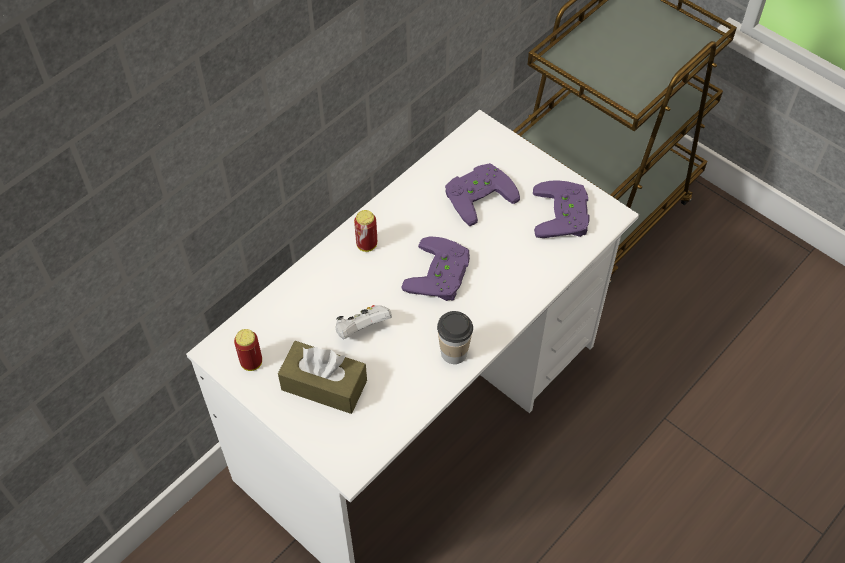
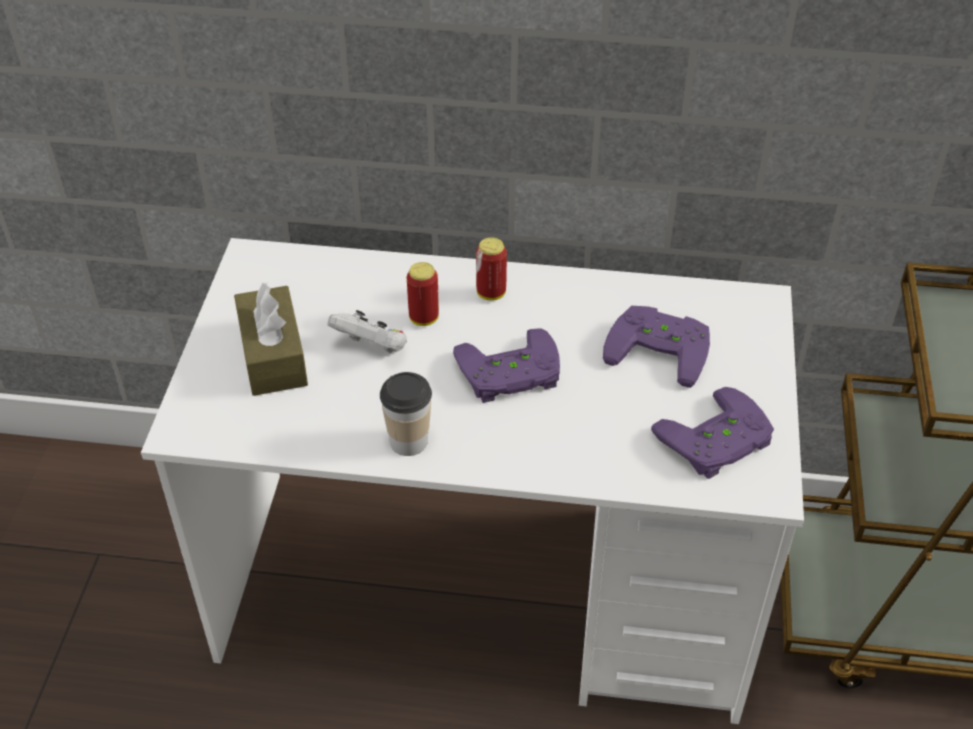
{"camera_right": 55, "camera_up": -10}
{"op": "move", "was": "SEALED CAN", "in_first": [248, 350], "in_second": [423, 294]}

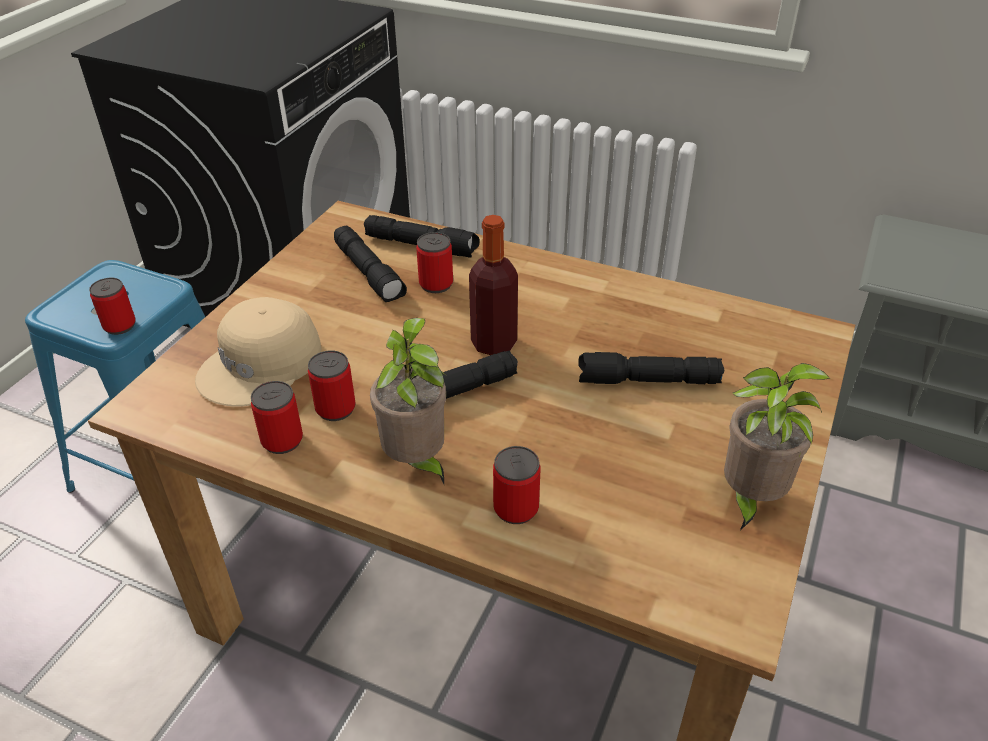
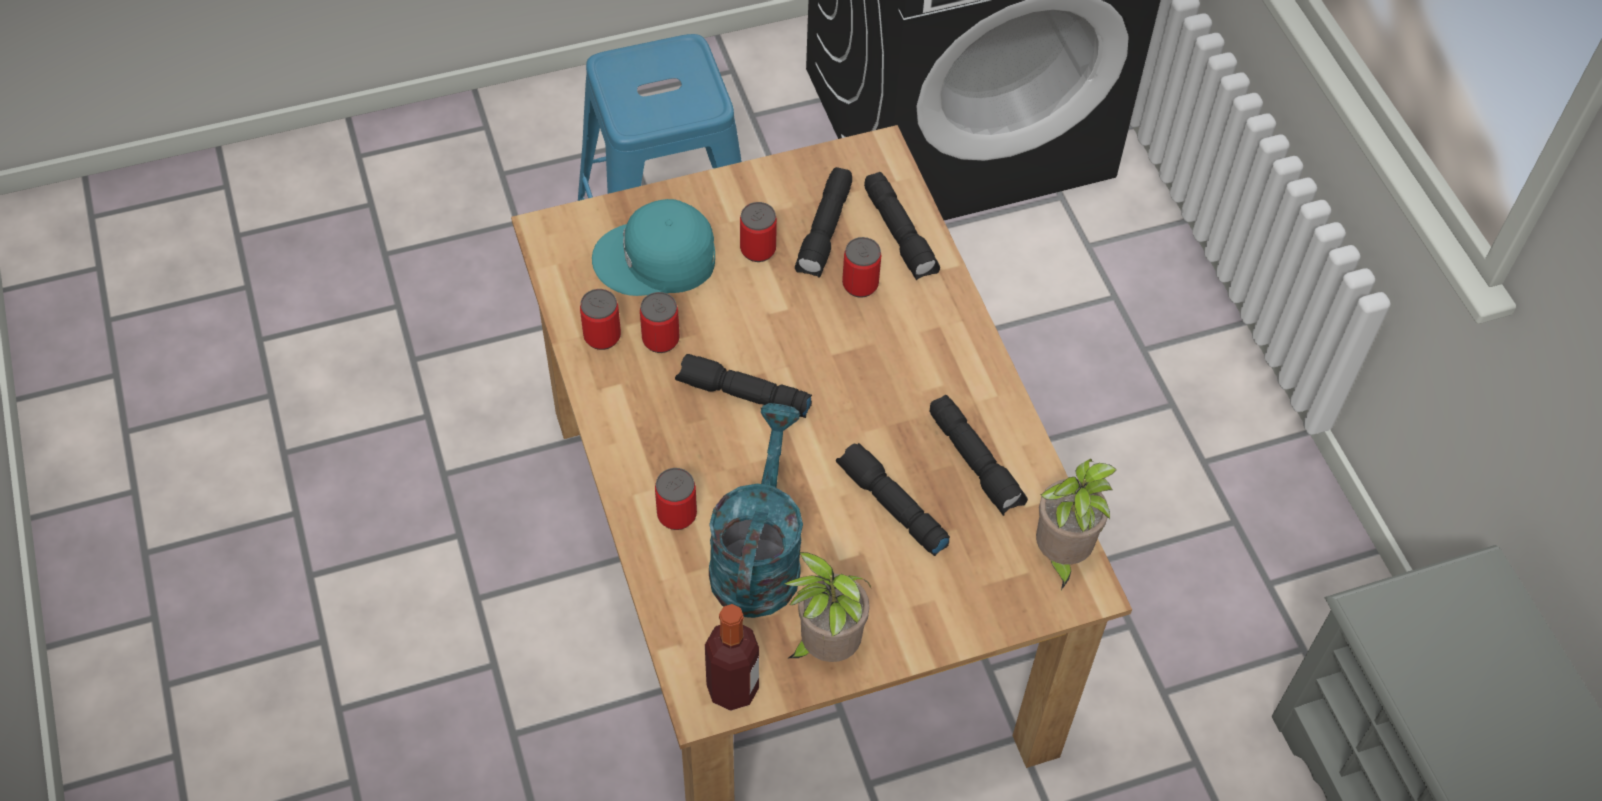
{"camera_right": 45, "camera_up": 15}
{"op": "recolor", "was": "BEIGE-COLOURED PEAKED CAP", "now": "TURQUOISE PEAKED CAP", "in_first": [258, 351], "in_second": [653, 247]}
{"op": "move", "was": "BEVERAGE BOTTLE", "in_first": [493, 285], "in_second": [732, 657]}
{"op": "insert", "now": "TURQUOISE WATERING CAN", "in_second": [756, 510]}
{"op": "move", "was": "SEALED CAN", "in_first": [112, 306], "in_second": [758, 232]}
{"op": "insert", "now": "BLACKISH FLASHLIGHT", "in_second": [979, 455]}
{"op": "move", "was": "POTTED PLANT", "in_first": [408, 401], "in_second": [1076, 524]}

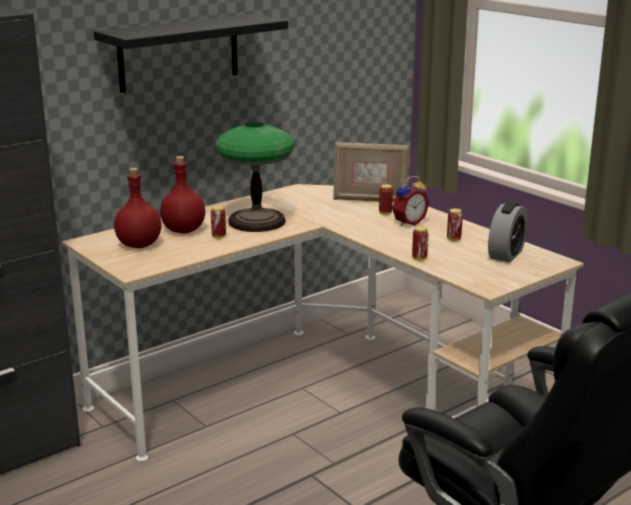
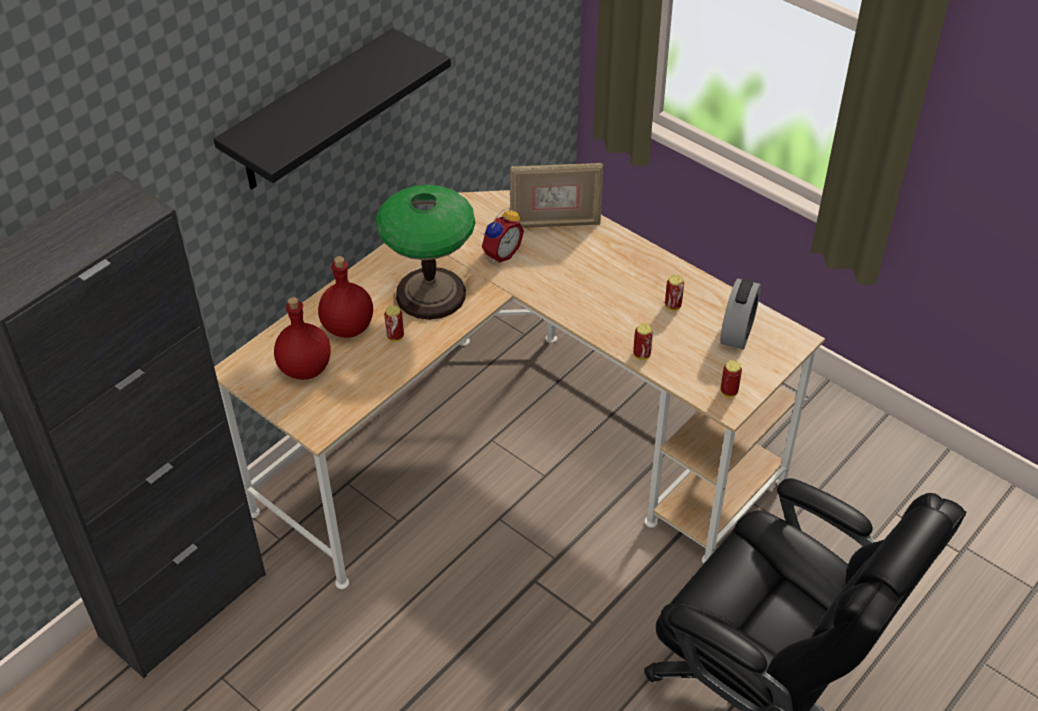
{"camera_right": -10, "camera_up": 25}
{"op": "move", "was": "ALARM CLOCK", "in_first": [410, 201], "in_second": [502, 235]}
{"op": "move", "was": "SEALED CAN", "in_first": [386, 199], "in_second": [731, 378]}

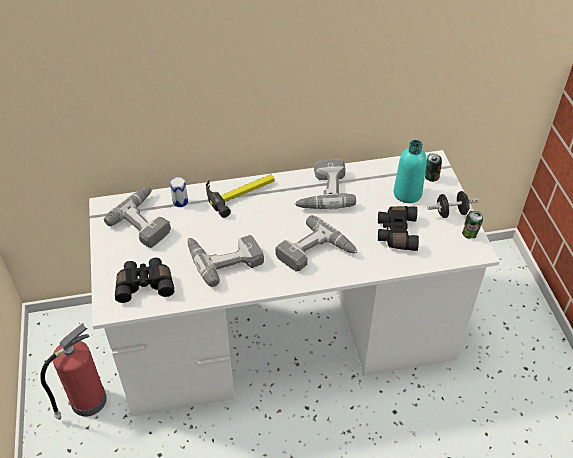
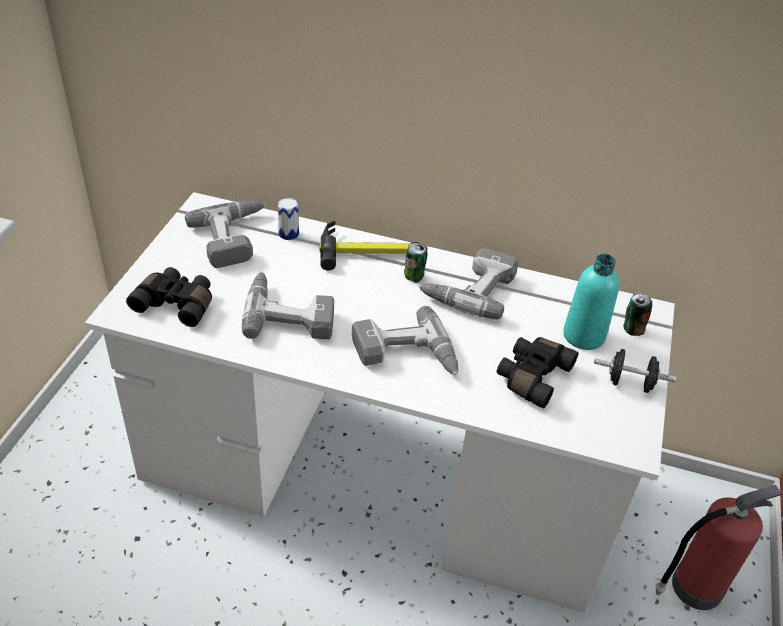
{"camera_right": 25, "camera_up": -5}
{"op": "move", "was": "SEALED CAN", "in_first": [472, 225], "in_second": [415, 262]}
{"op": "move", "was": "FIRE-FIGHTING CYLINDER", "in_first": [73, 372], "in_second": [719, 547]}

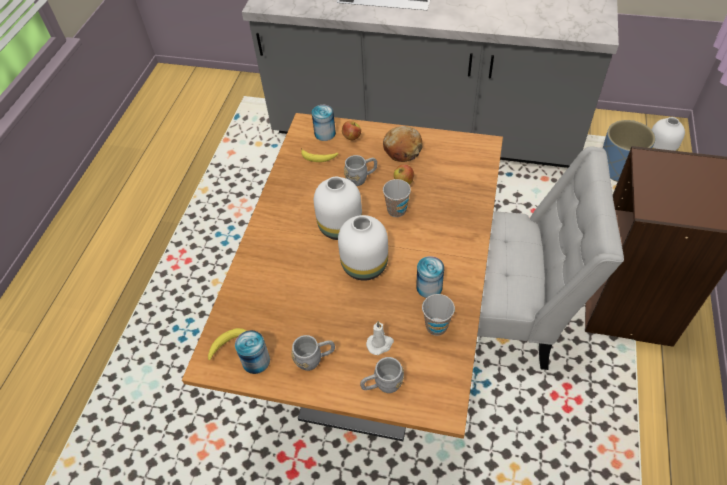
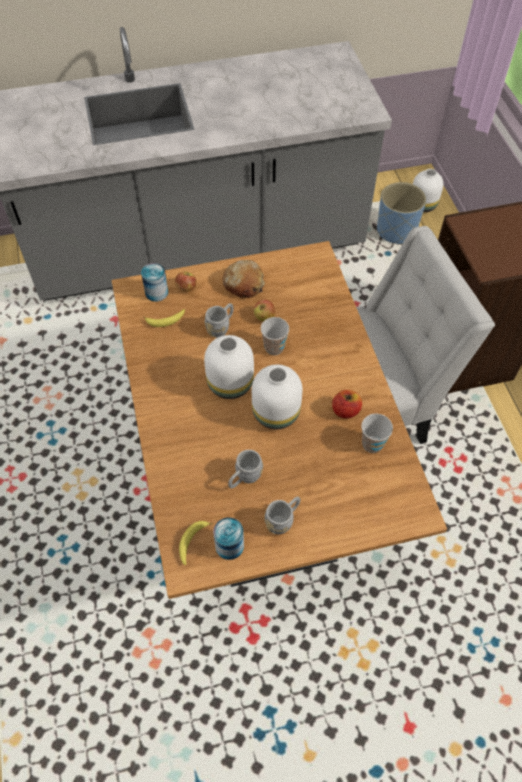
{"camera_right": -30, "camera_up": 5}
{"op": "move", "was": "GRAY TEA MUG", "in_first": [382, 375], "in_second": [245, 469]}
{"op": "replace", "was": "SEALED CAN", "now": "APPLE", "in_first": [430, 277], "in_second": [347, 404]}
{"op": "delete", "was": "WHITISH WAX CANDLE", "in_first": [380, 338]}

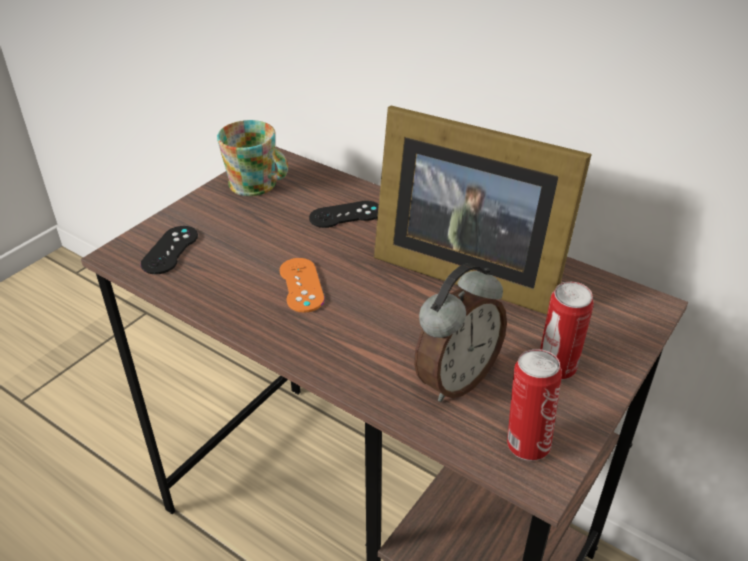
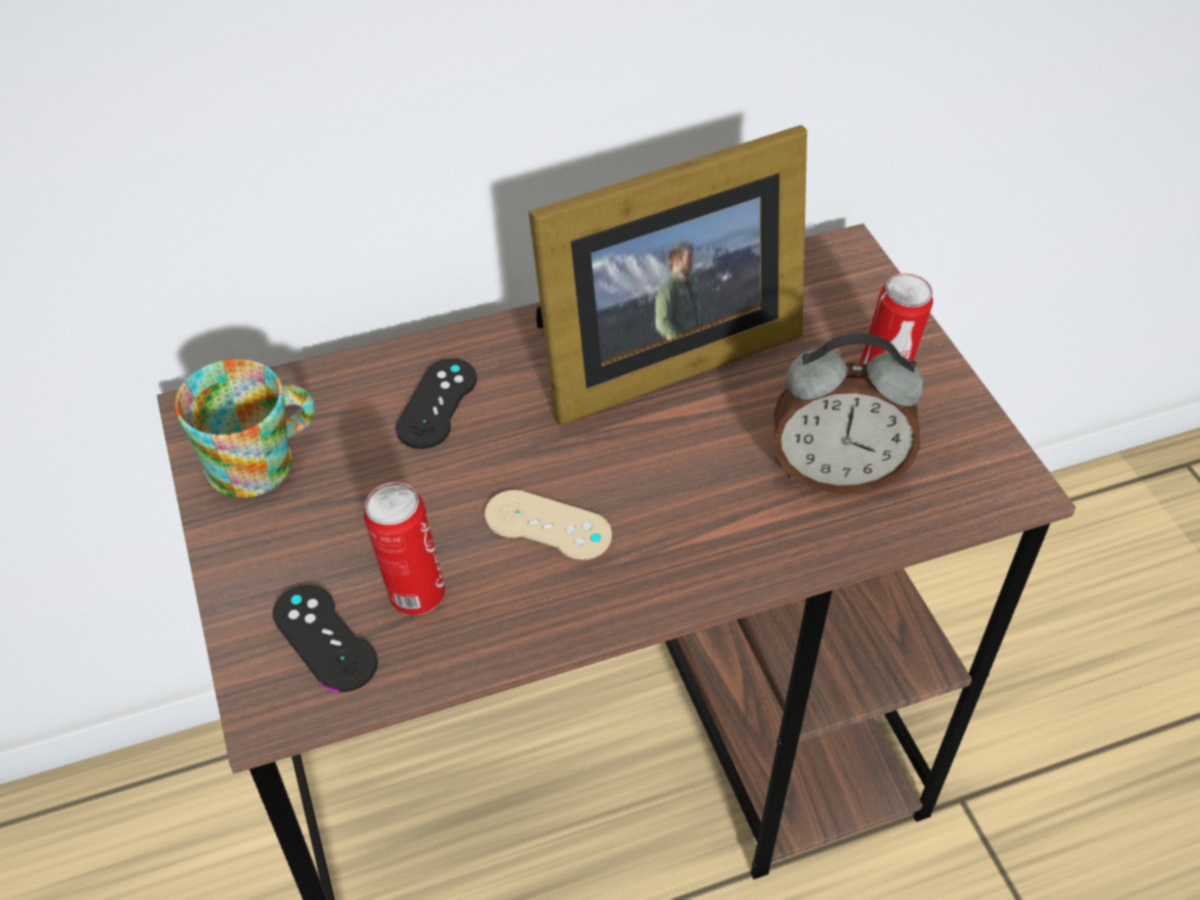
{"camera_right": -55, "camera_up": 10}
{"op": "move", "was": "SEALED CAN", "in_first": [534, 405], "in_second": [404, 548]}
{"op": "recolor", "was": "ORANGE GAMEPAD", "now": "BEIGE-COLOURED GAMEPAD", "in_first": [302, 285], "in_second": [548, 525]}
{"op": "rotate", "was": "ALARM CLOCK", "in_first": [460, 332], "in_second": [848, 413], "clockwise": 105}

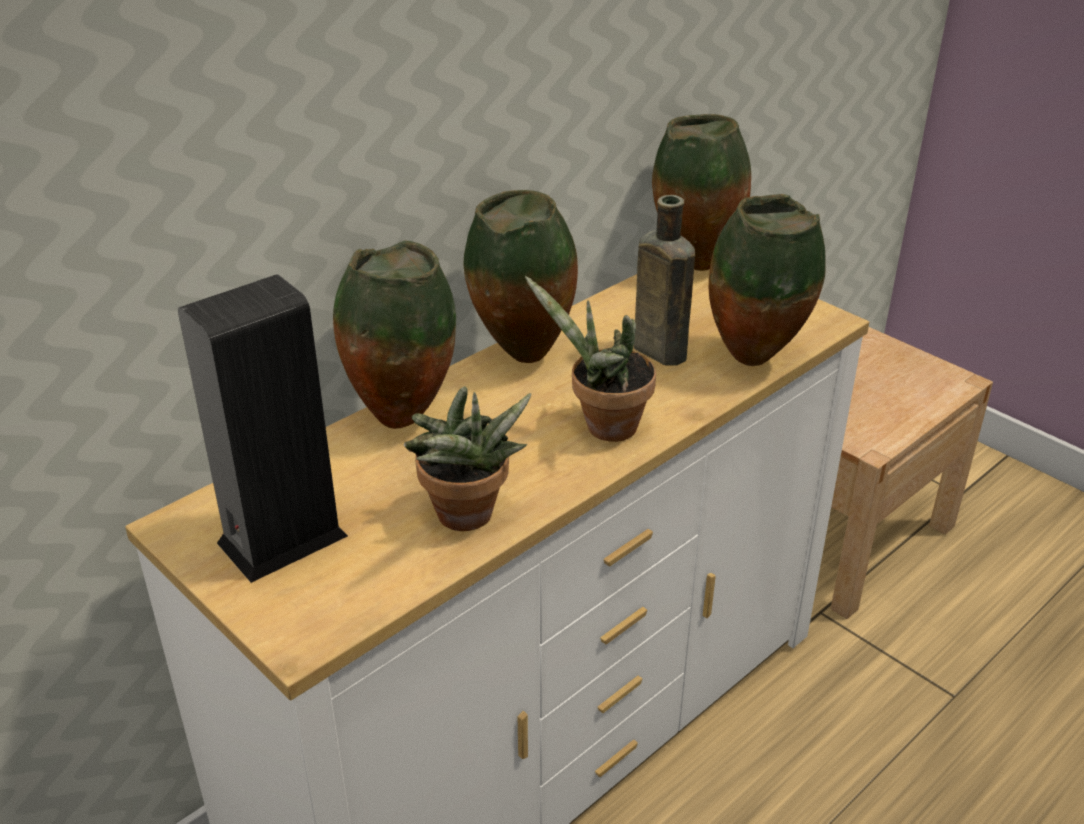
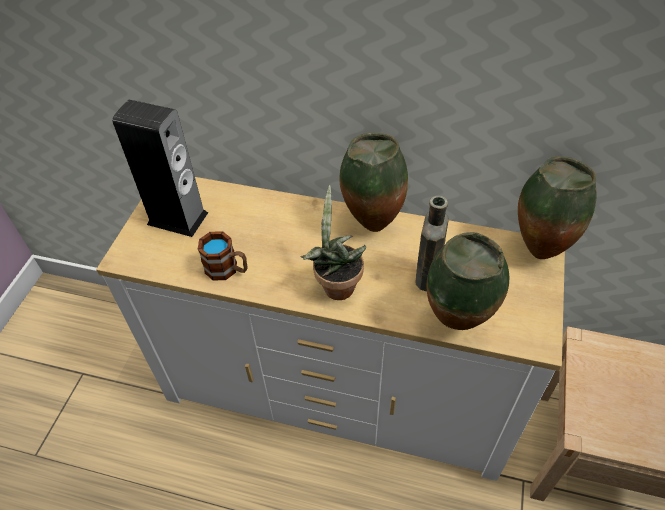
{"camera_right": 60, "camera_up": 15}
{"op": "replace", "was": "POTTED PLANT", "now": "TEA MUG", "in_first": [468, 458], "in_second": [223, 255]}
{"op": "delete", "was": "FLOWER VASE", "in_first": [394, 335]}

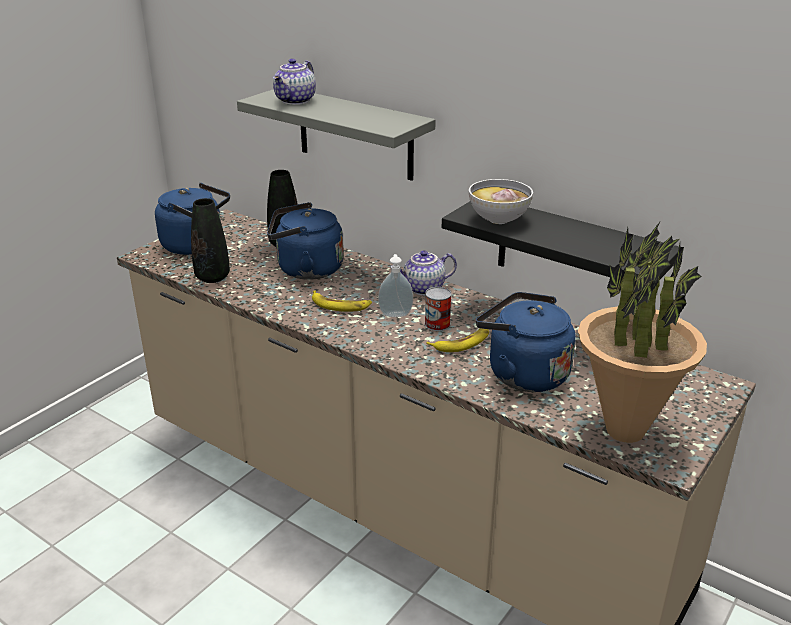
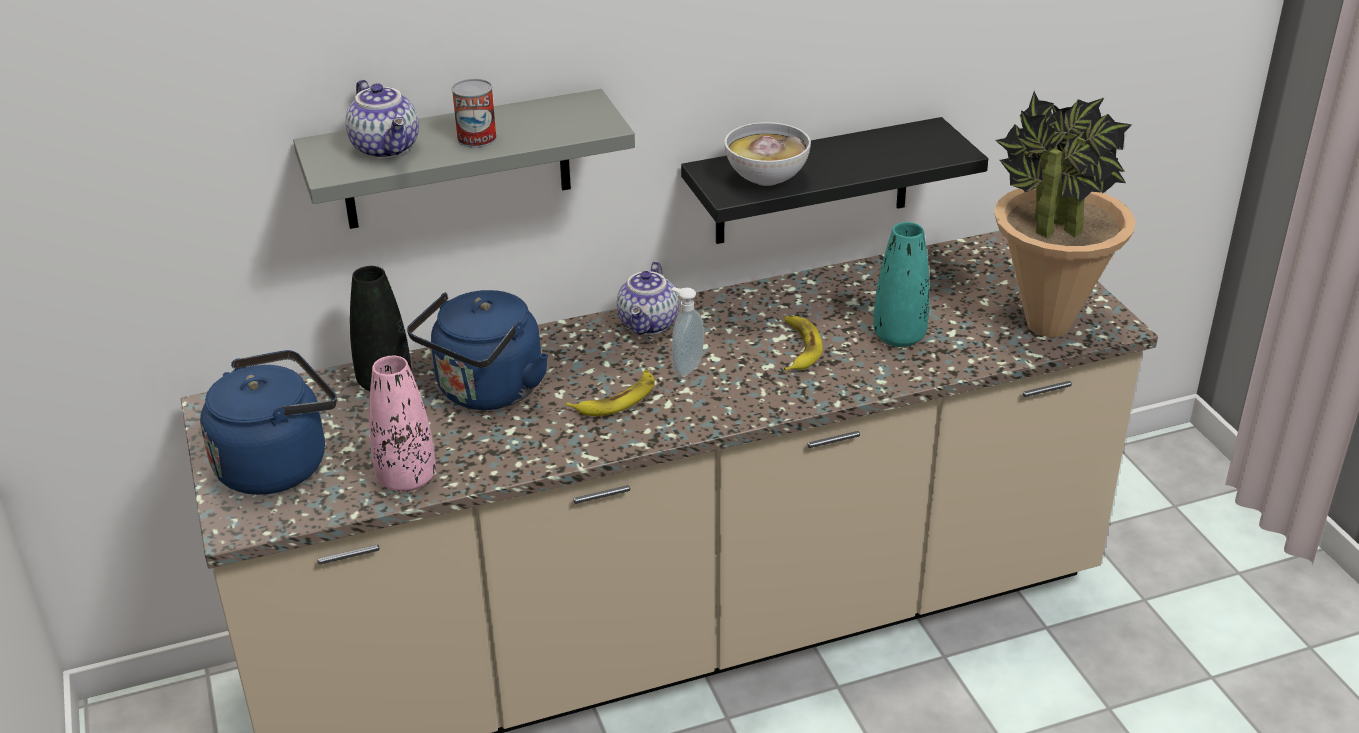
{"camera_right": -55, "camera_up": 5}
{"op": "recolor", "was": "BLACKISH FLOWER VASE", "now": "PINKISH FLOWER VASE", "in_first": [210, 240], "in_second": [402, 424]}
{"op": "move", "was": "SEALED CAN", "in_first": [438, 309], "in_second": [474, 113]}
{"op": "replace", "was": "BLUE WATER KETTLE", "now": "TURQUOISE FLOWER VASE", "in_first": [526, 342], "in_second": [901, 284]}

